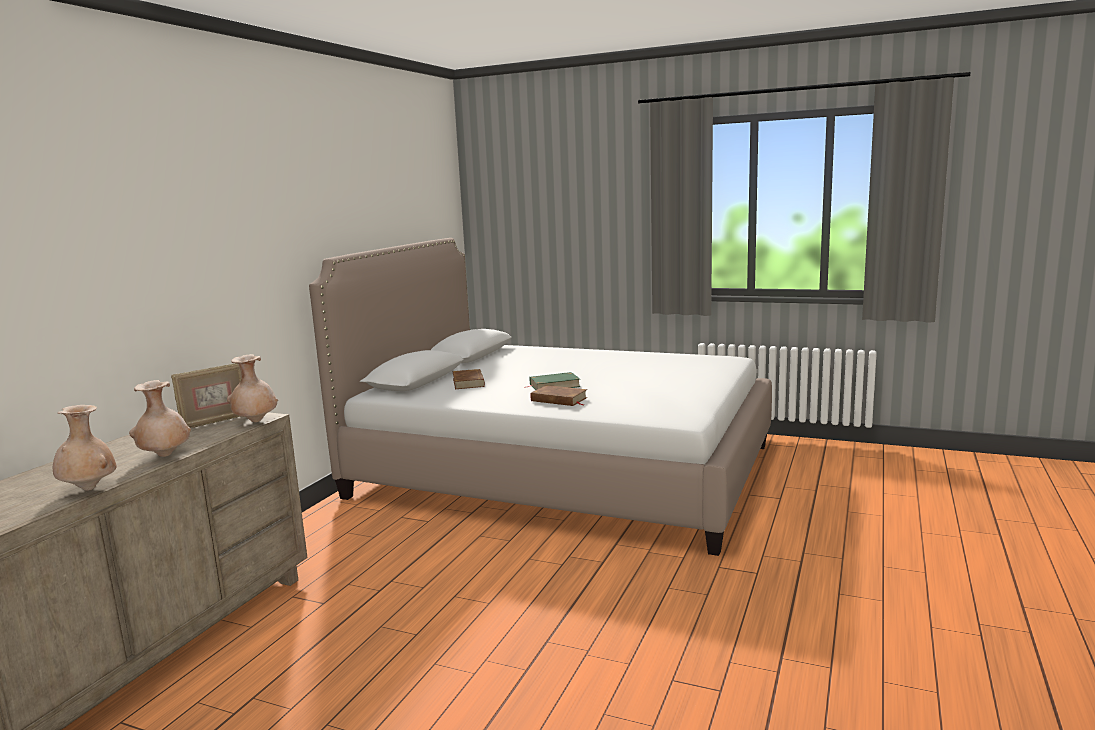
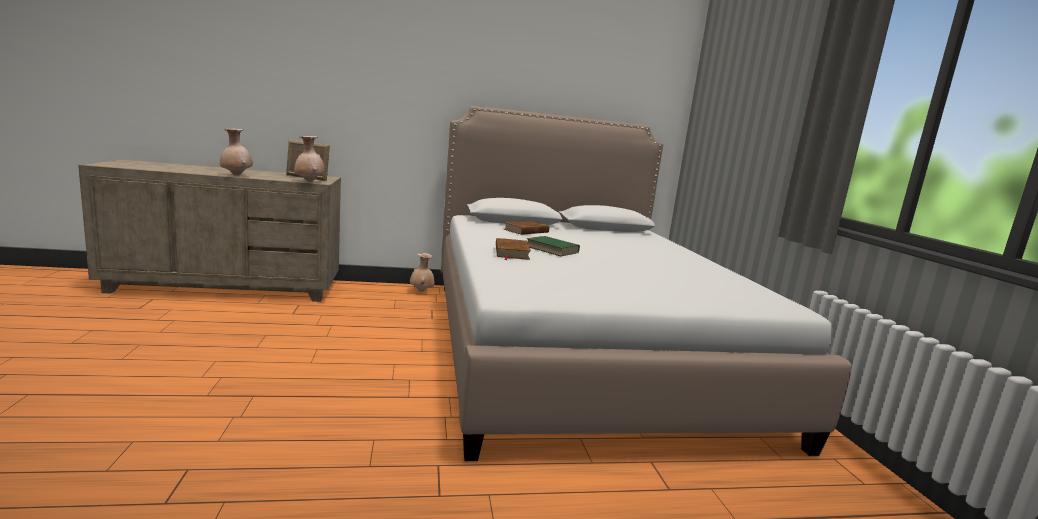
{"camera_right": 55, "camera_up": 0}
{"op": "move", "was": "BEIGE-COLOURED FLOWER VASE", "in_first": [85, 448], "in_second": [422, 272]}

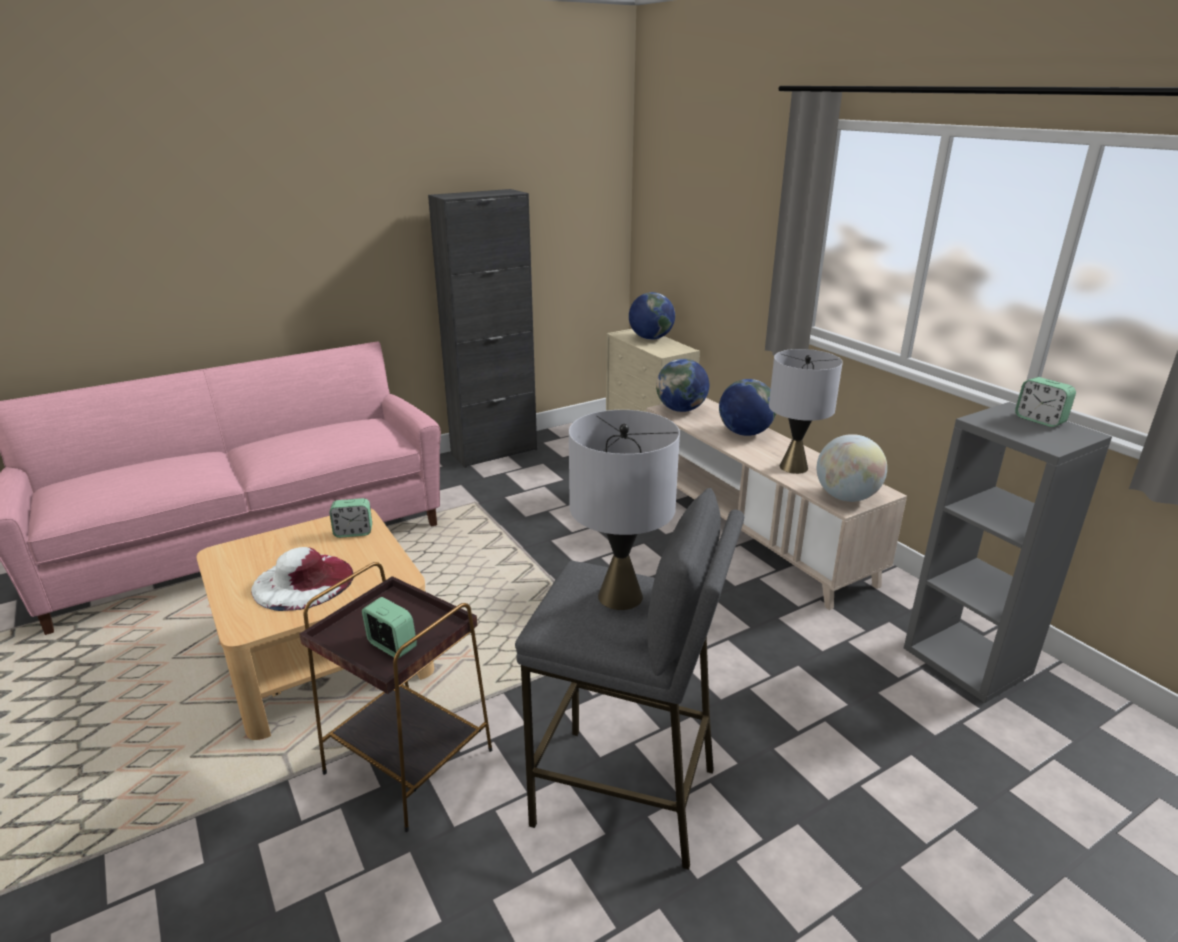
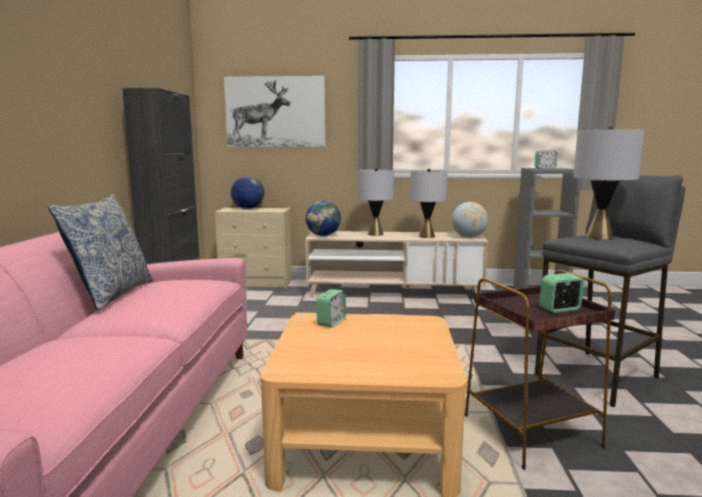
{"camera_right": -55, "camera_up": -15}
{"op": "insert", "now": "PILLOW", "in_second": [100, 252]}
{"op": "insert", "now": "WALL PICTURE", "in_second": [274, 111]}
{"op": "replace", "was": "DESK GLOBE", "now": "GRAY TABLE LAMP", "in_first": [747, 407], "in_second": [376, 202]}
{"op": "delete", "was": "WHITISH HAT", "in_first": [302, 579]}

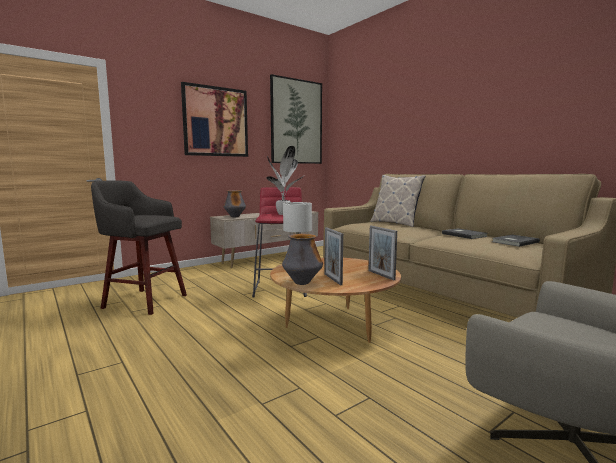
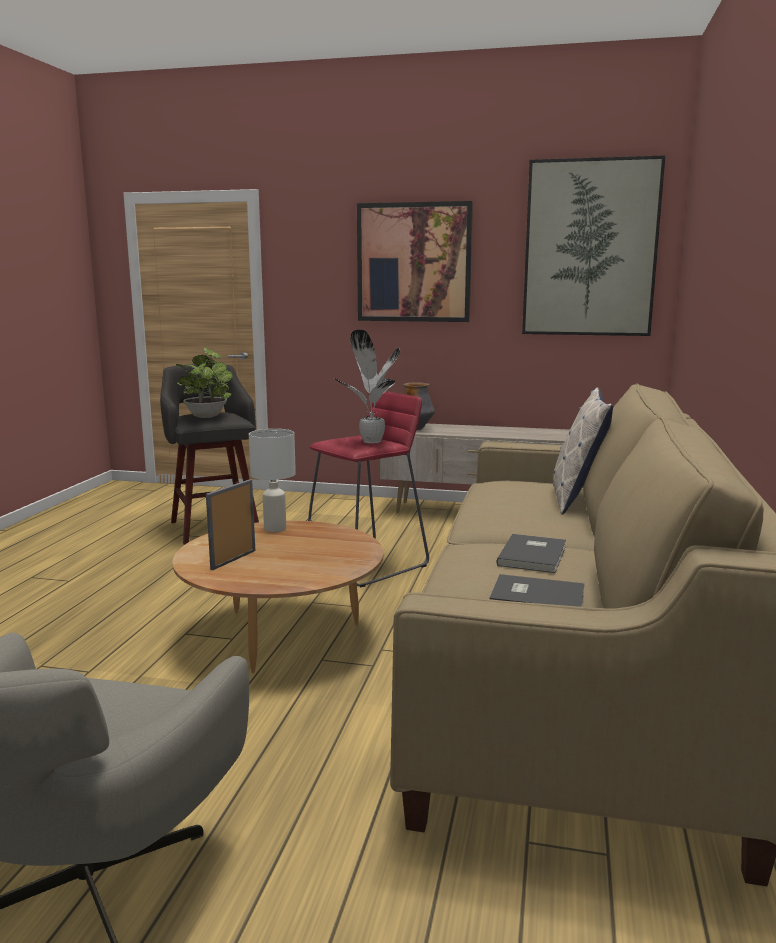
{"camera_right": 50, "camera_up": 5}
{"op": "insert", "now": "POTTED PLANT", "in_second": [204, 383]}
{"op": "delete", "was": "FLOWER VASE", "in_first": [302, 259]}
{"op": "delete", "was": "STANDING FRAME", "in_first": [382, 253]}

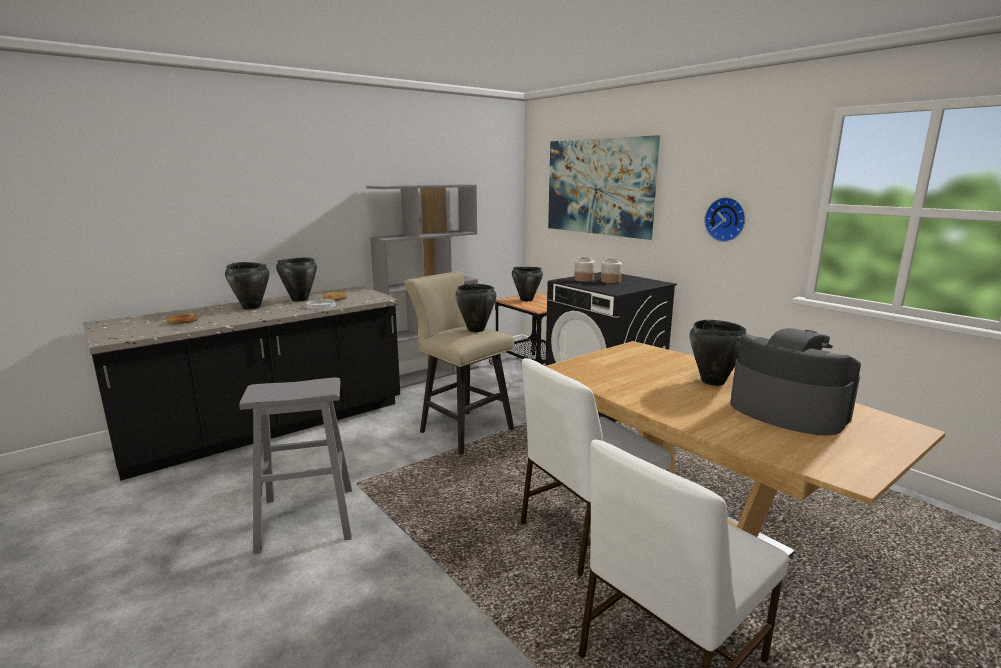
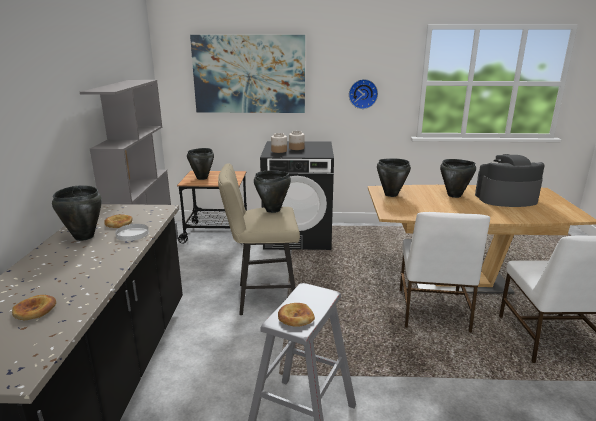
{"camera_right": -50, "camera_up": 5}
{"op": "insert", "now": "BAKERY BREAD", "in_second": [296, 315]}
{"op": "move", "was": "BLACKISH STOCKPOT", "in_first": [247, 286], "in_second": [394, 178]}

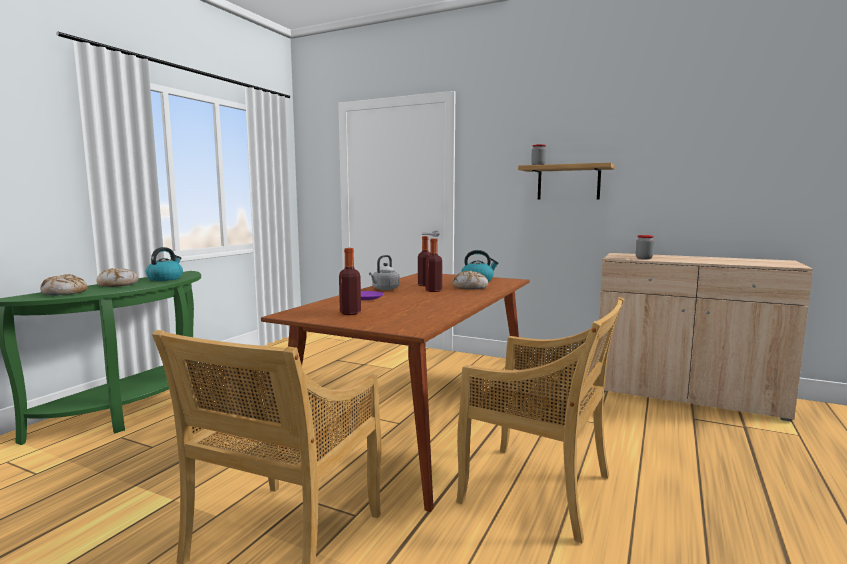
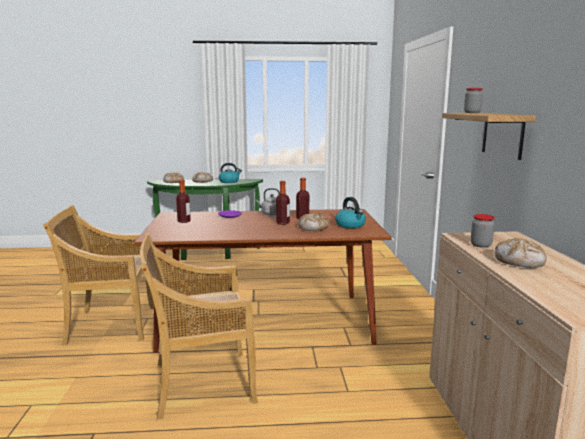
{"camera_right": 60, "camera_up": 5}
{"op": "rotate", "was": "BEIGE-COLOURED UPRIGHT CHAIR", "in_first": [540, 420], "in_second": [199, 326], "clockwise": 75}
{"op": "insert", "now": "BAKERY BREAD", "in_second": [521, 253]}

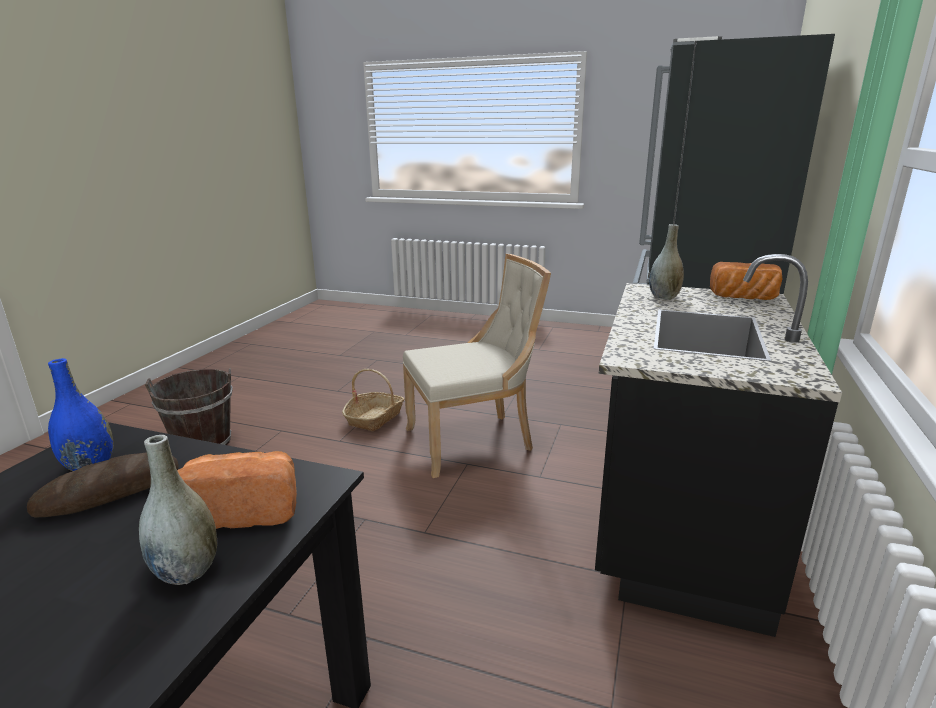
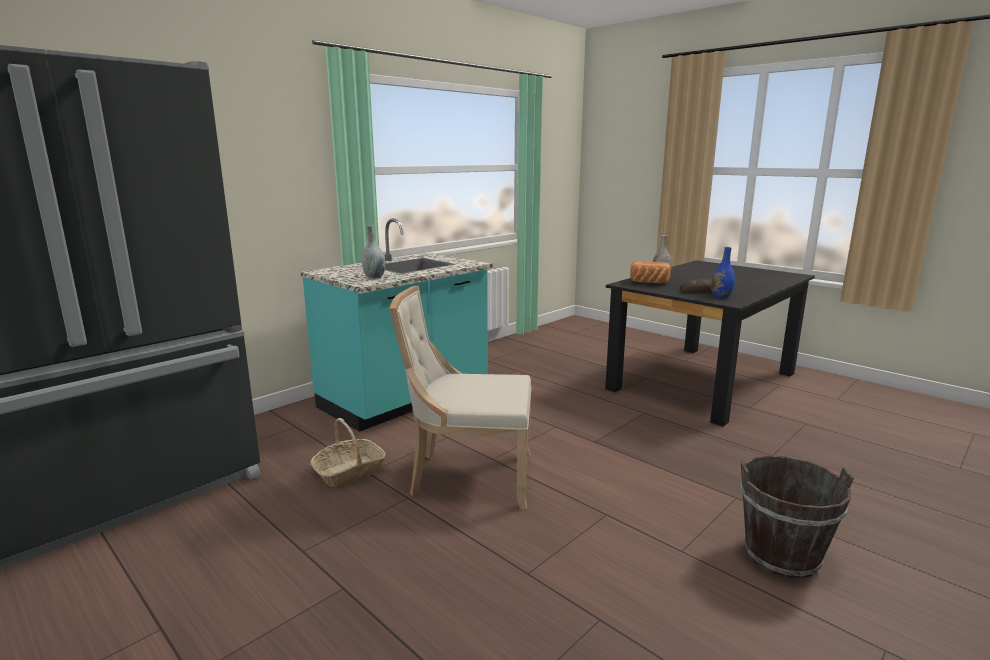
{"camera_right": -155, "camera_up": -5}
{"op": "recolor", "was": "BLACKISH COUNTER", "now": "TURQUOISE COUNTER", "in_first": [718, 445], "in_second": [397, 325]}
{"op": "move", "was": "HOUSEHOLD BASKET", "in_first": [373, 400], "in_second": [348, 452]}
{"op": "delete", "was": "BAKERY BREAD", "in_first": [746, 281]}

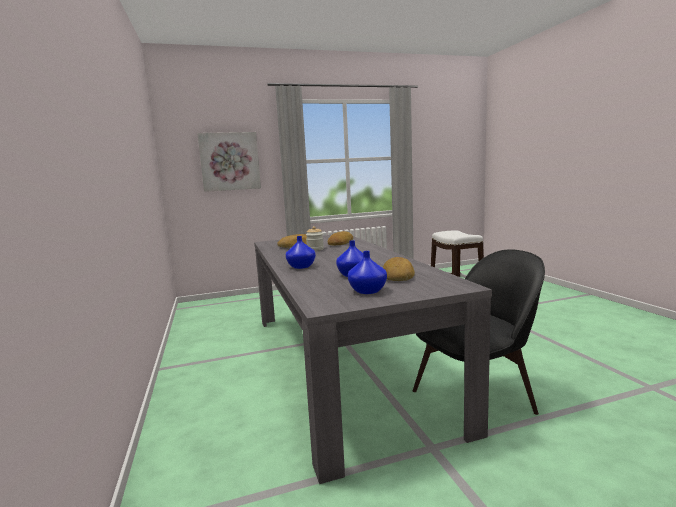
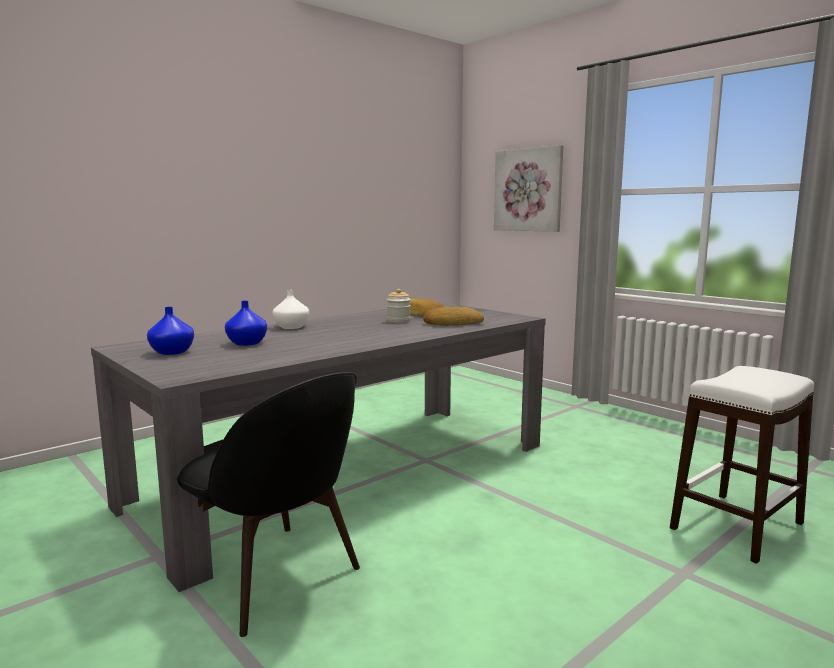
{"camera_right": 65, "camera_up": 0}
{"op": "recolor", "was": "BLUE FLOWER VASE", "now": "WHITISH FLOWER VASE", "in_first": [301, 252], "in_second": [291, 309]}
{"op": "delete", "was": "BAKERY BREAD", "in_first": [399, 269]}

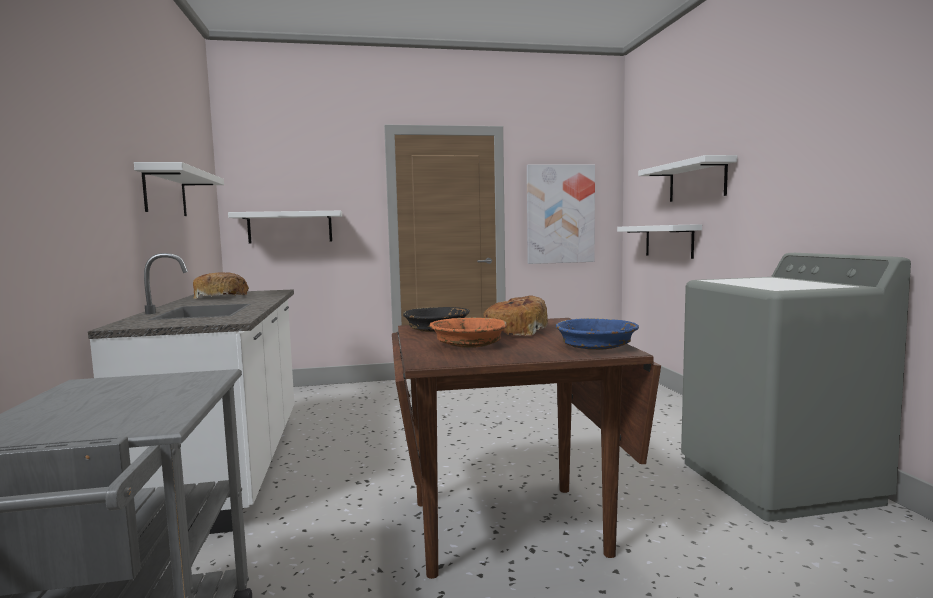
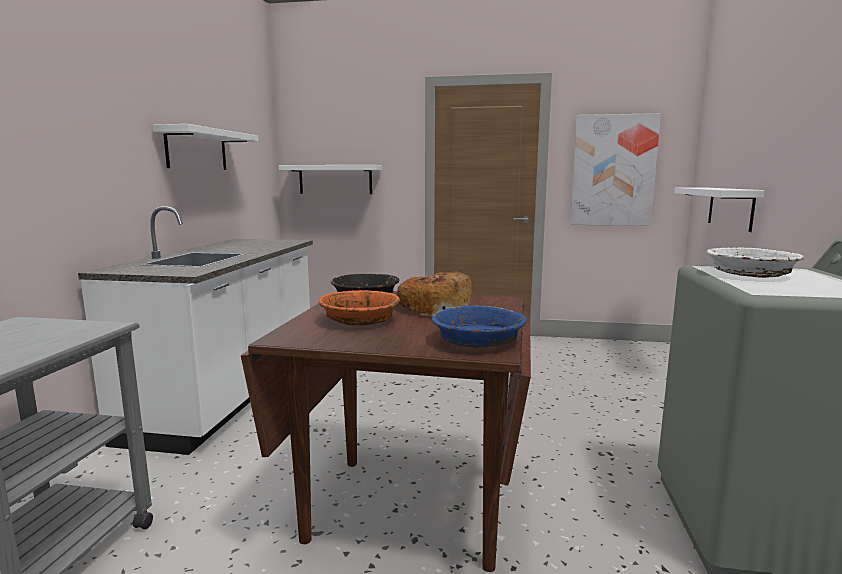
{"camera_right": 20, "camera_up": 5}
{"op": "insert", "now": "WHITISH BOWL", "in_second": [755, 262]}
{"op": "delete", "was": "BAKERY BREAD", "in_first": [221, 285]}
{"op": "delete", "was": "WHITISH SHELF", "in_first": [687, 178]}

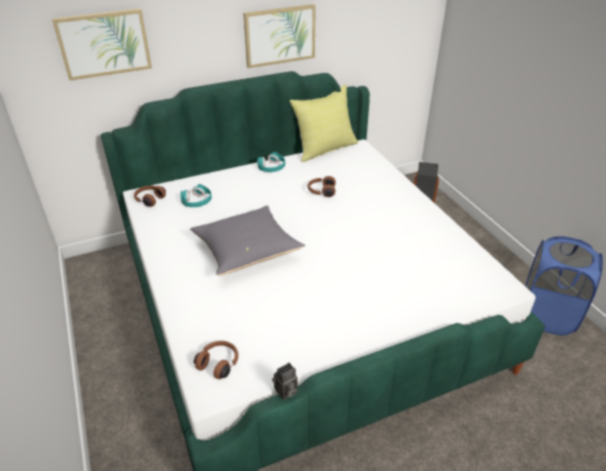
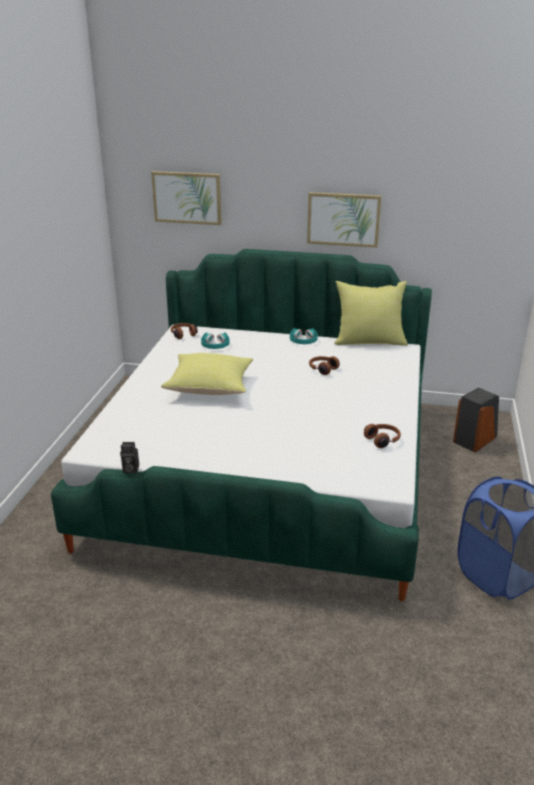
{"camera_right": 35, "camera_up": -10}
{"op": "recolor", "was": "GRAY PILLOW", "now": "YELLOW PILLOW", "in_first": [247, 240], "in_second": [207, 374]}
{"op": "move", "was": "BROWNISH HEADSET", "in_first": [216, 360], "in_second": [382, 436]}

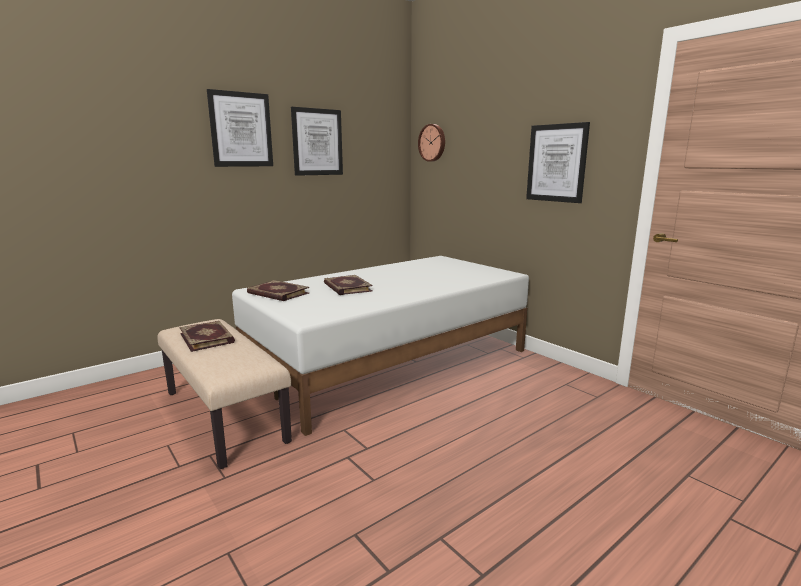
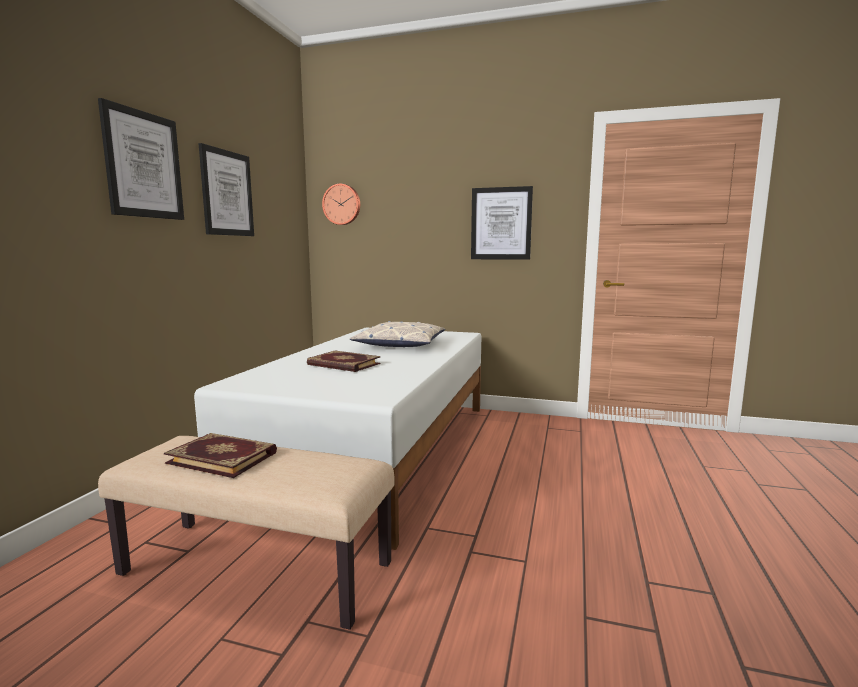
{"camera_right": -35, "camera_up": -5}
{"op": "insert", "now": "PILLOW", "in_second": [397, 334]}
{"op": "delete", "was": "BOOK", "in_first": [278, 290]}

